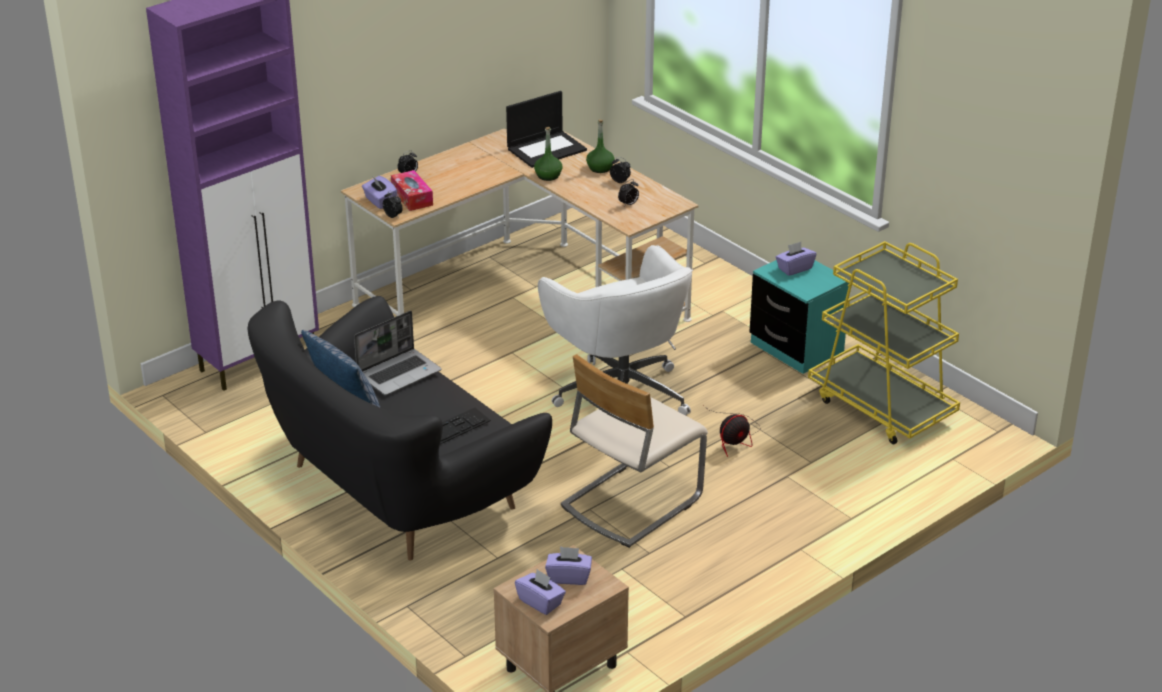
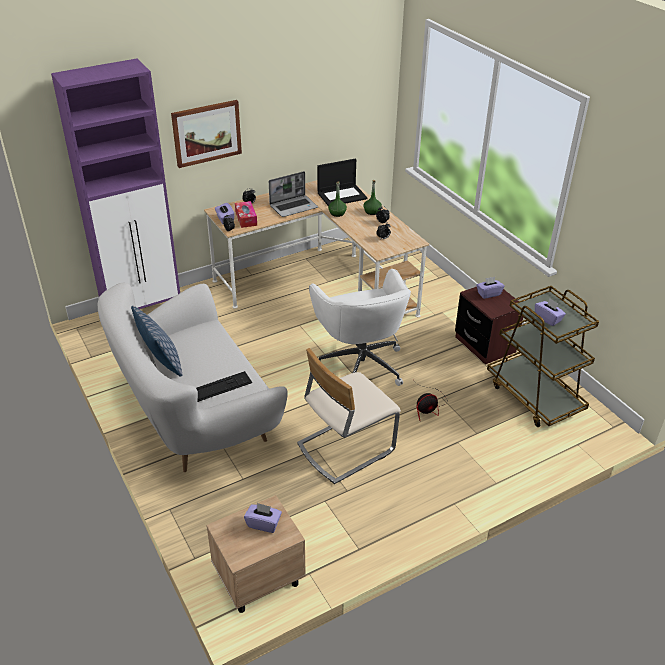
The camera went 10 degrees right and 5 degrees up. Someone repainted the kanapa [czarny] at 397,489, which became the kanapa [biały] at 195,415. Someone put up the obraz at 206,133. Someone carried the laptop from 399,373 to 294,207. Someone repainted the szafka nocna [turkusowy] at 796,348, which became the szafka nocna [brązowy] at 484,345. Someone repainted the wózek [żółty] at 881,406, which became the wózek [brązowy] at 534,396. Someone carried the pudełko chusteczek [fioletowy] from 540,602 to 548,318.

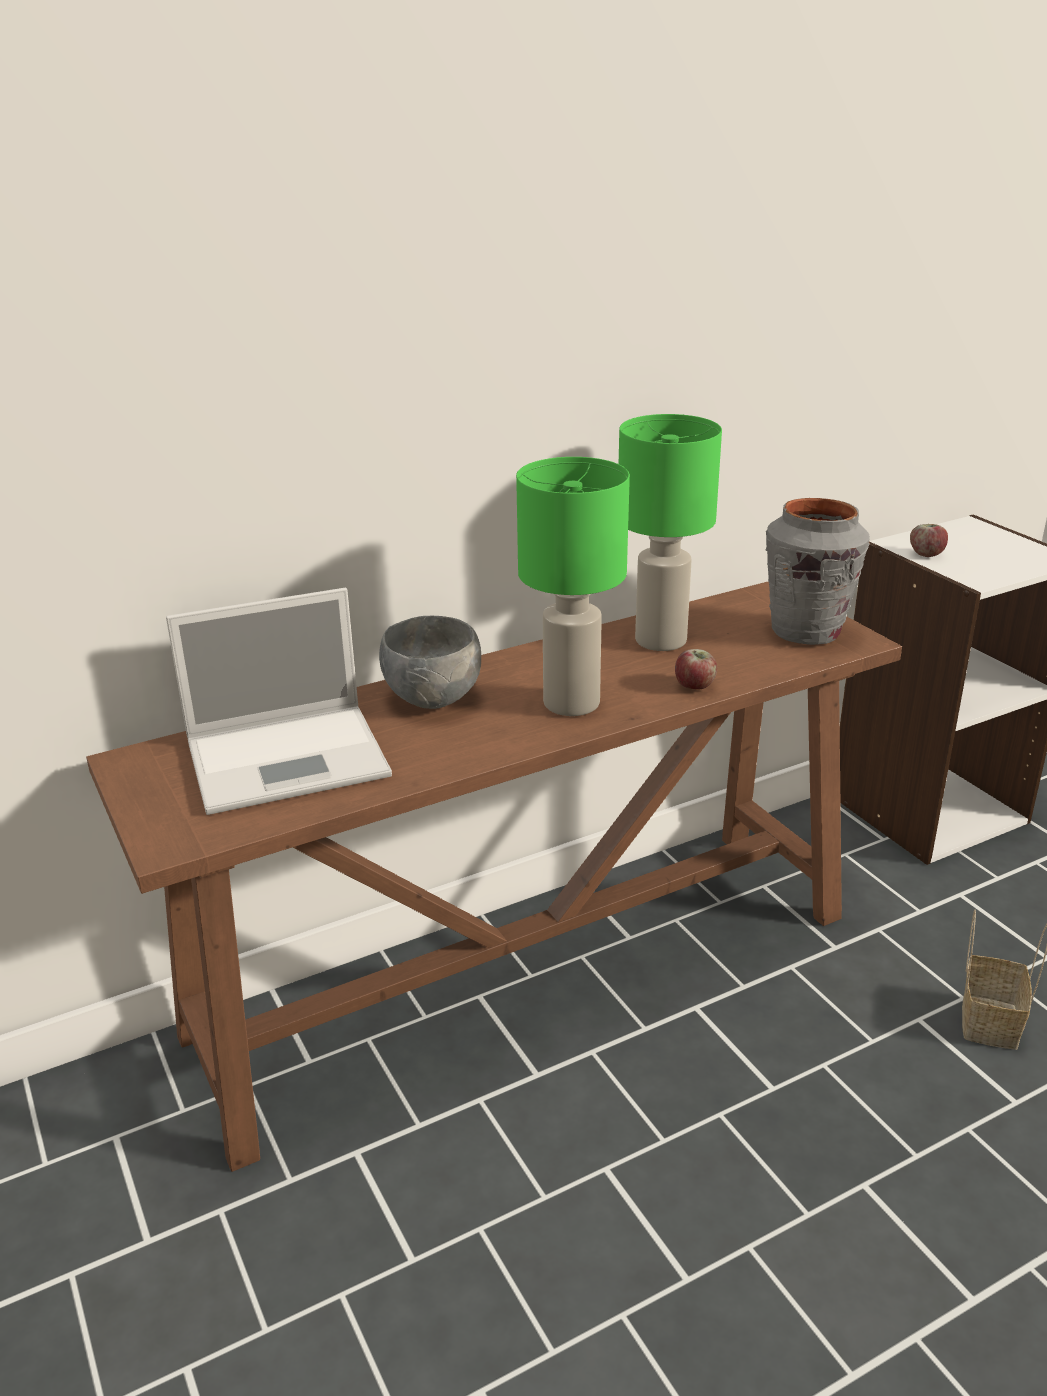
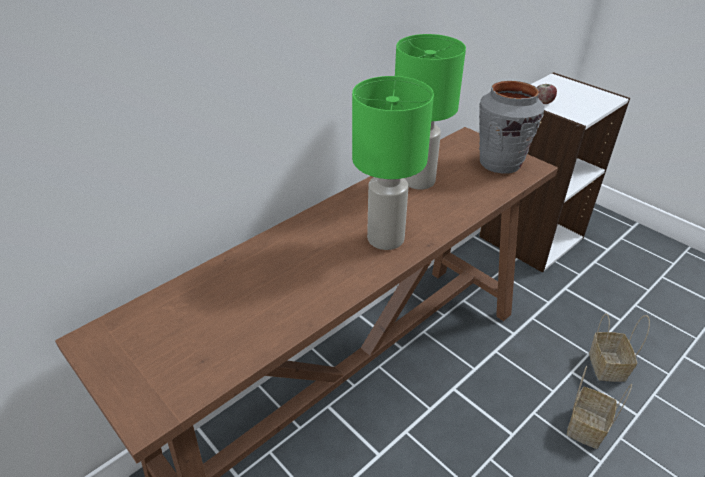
The camera went 15 degrees left and 10 degrees up. Someone put down the koszyk at 585,425. Someone took away the laptop at 291,757. Someone took away the miska [szary] at 433,698. Someone took away the jabłko at 695,686.

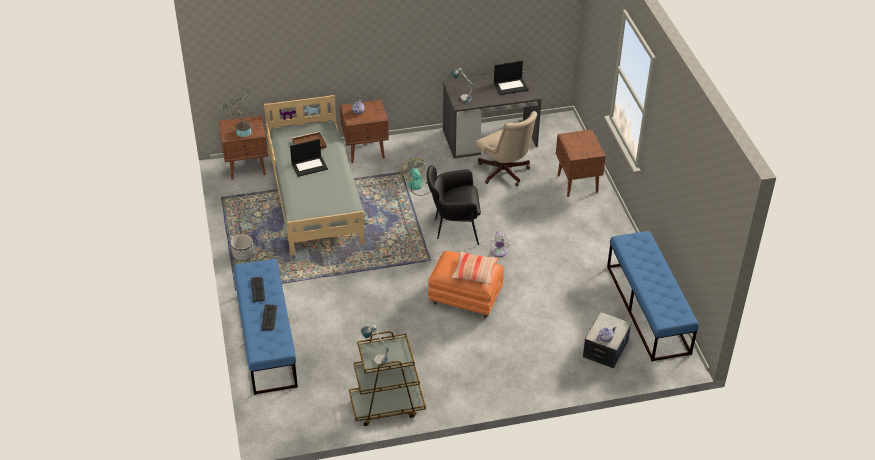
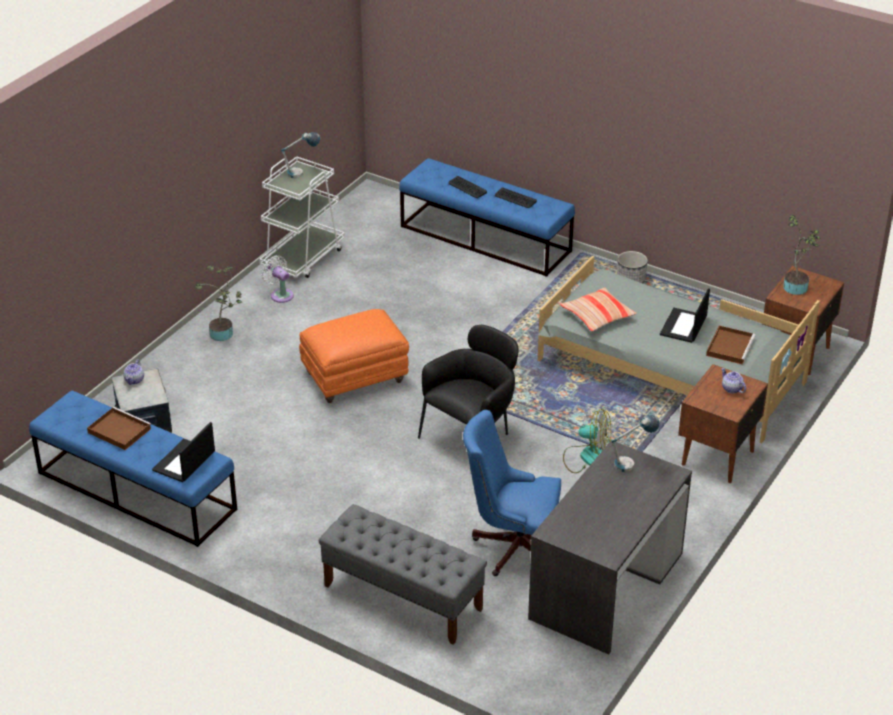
The camera went 135 degrees right and 5 degrees down. Someone put down the taca [brązowy] at 118,430. Someone carried the laptop from 511,86 to 184,462. Someone put down the roślina doniczkowa at 224,334. Someone repainted the wózek [brązowy] at 387,406, which became the wózek [biały] at 303,258. Someone carried the wentylator [biały] from 498,252 to 280,294. Someone swapped the szafka nocna [brązowy] at 577,184 for the ławka [szary] at 402,597. Someone repainted the krzesło biurowe [beżowy] at 505,173, which became the krzesło biurowe [niebieski] at 512,546. Someone carried the poduszka from 474,272 to 597,316.

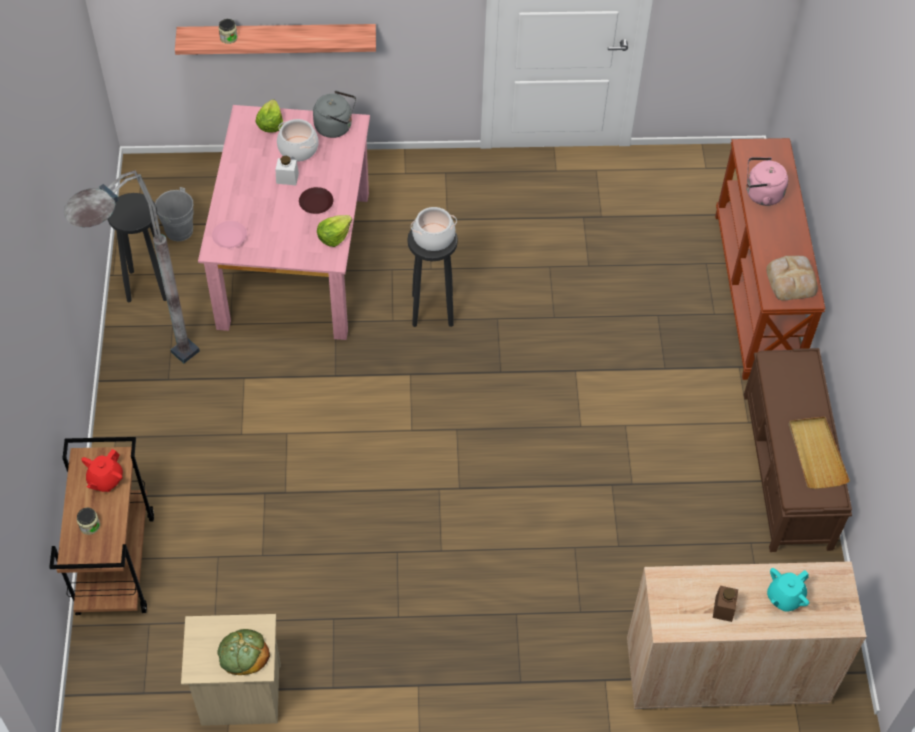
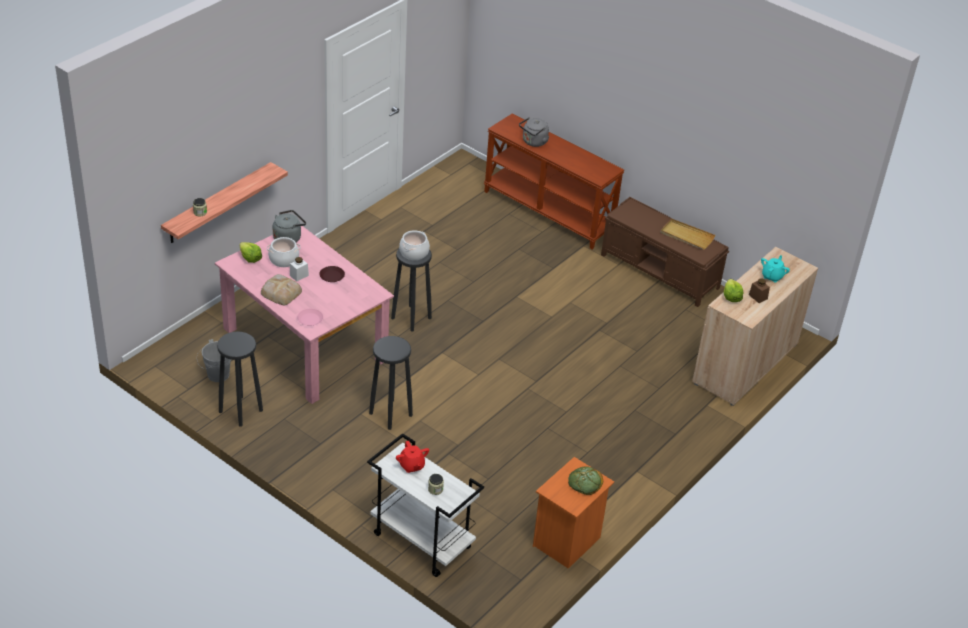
The camera went 50 degrees left and 15 degrees down. Someone carried the chleb from 791,280 to 281,292. Someone repainted the wózek [brązowy] at 115,563, which became the wózek [biały] at 420,541. Someone put down the stołek [czarny] at 390,414. Someone repainted the czajnik [różowy] at 761,194, which became the czajnik [szary] at 533,142. Someone repainted the szafka nocna [beżowy] at 240,697, which became the szafka nocna [pomarańczowy] at 568,542. Someone carried the sałata from 334,236 to 731,297. Someone rotated the imbryk [turkusowy] at 784,597 by 150 degrees counterclockwise. Someone took away the lampa stojąca [szary] at 152,377.

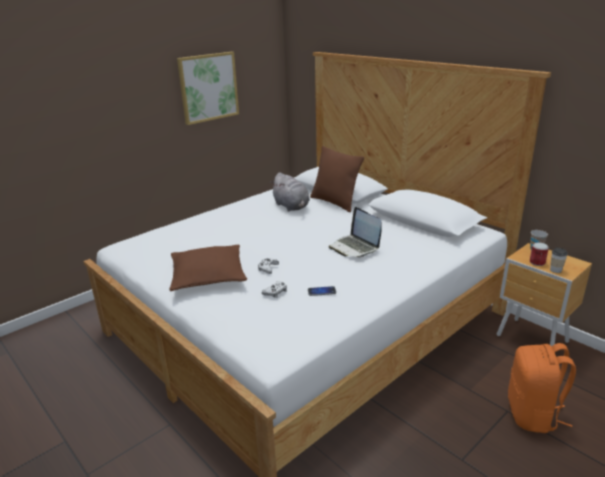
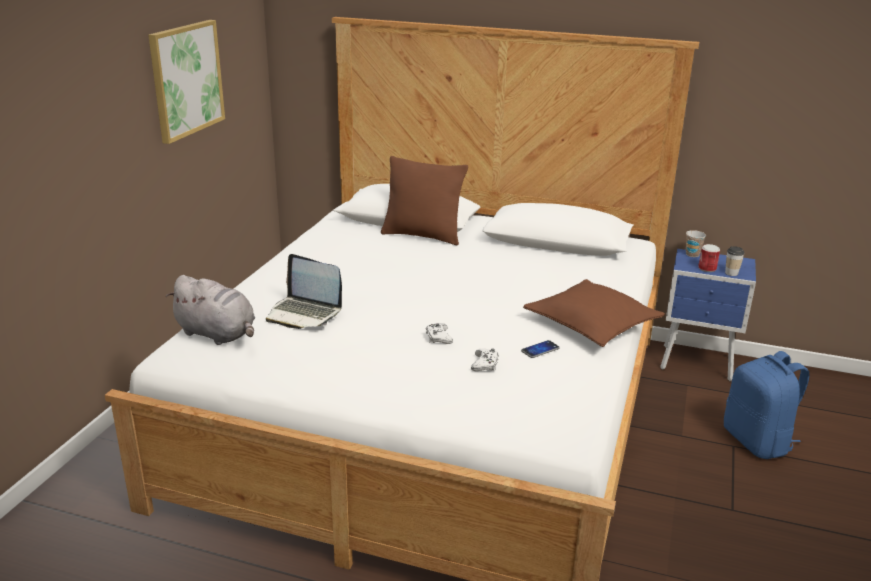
The camera went 30 degrees left and 0 degrees up. Someone carried the pluszak [szary] from 292,207 to 218,334. Someone carried the laptop from 355,247 to 304,313. Someone carried the poduszka [brązowy] from 208,276 to 591,324. Someone repainted the szafka nocna [brązowy] at 533,340, which became the szafka nocna [niebieski] at 698,364. Someone repainted the plecak [pomarańczowy] at 533,414, which became the plecak [niebieski] at 758,442.

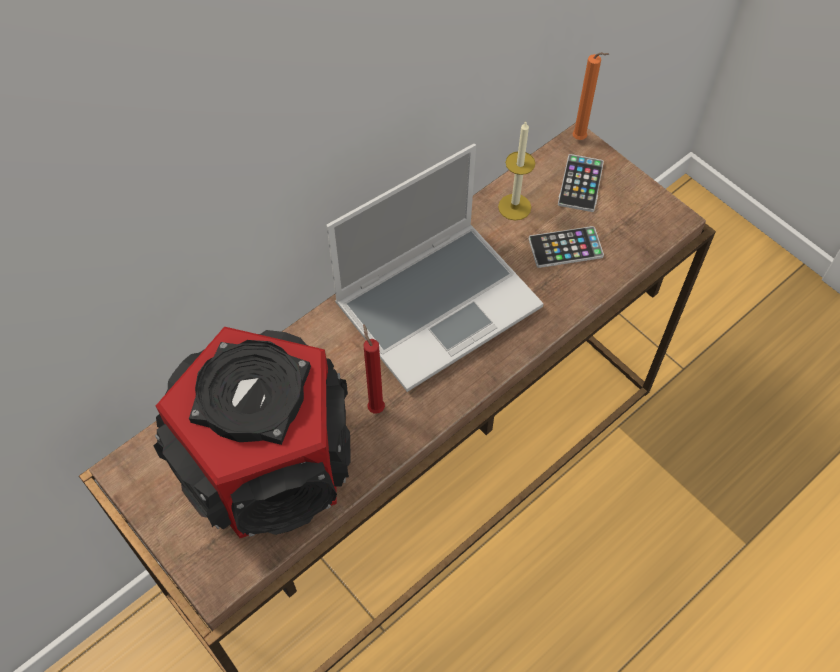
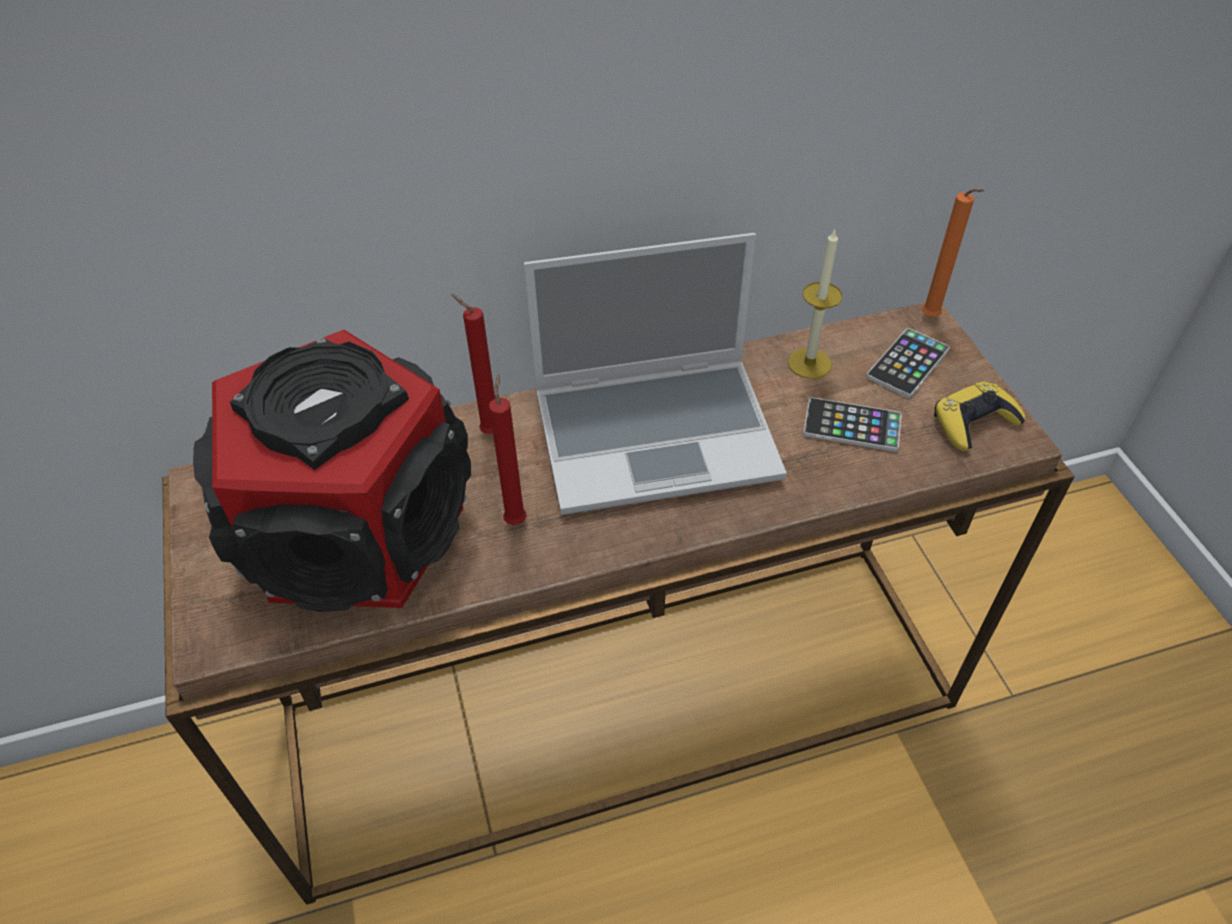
The camera went 25 degrees right and 10 degrees down. Someone put down the świeca [czerwony] at 487,431. Someone put down the pad do gier [żółty] at 974,422.

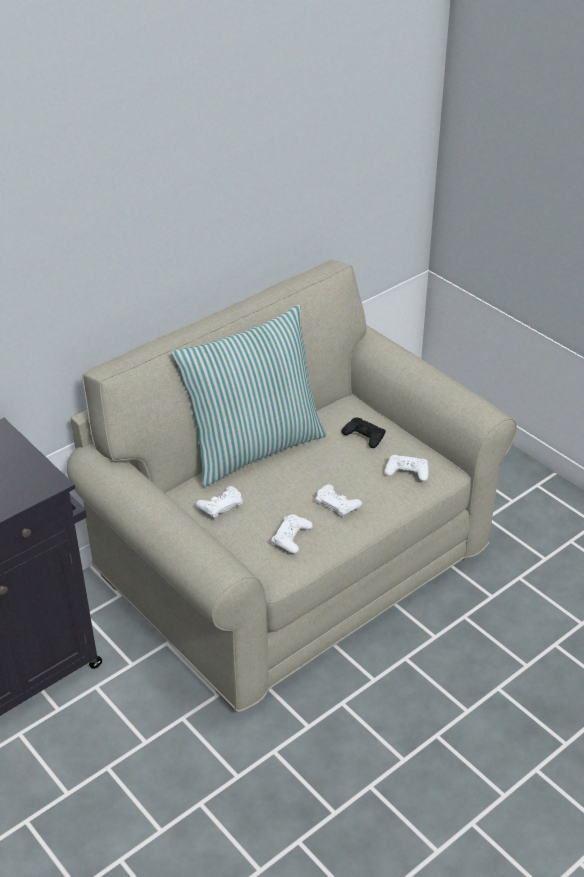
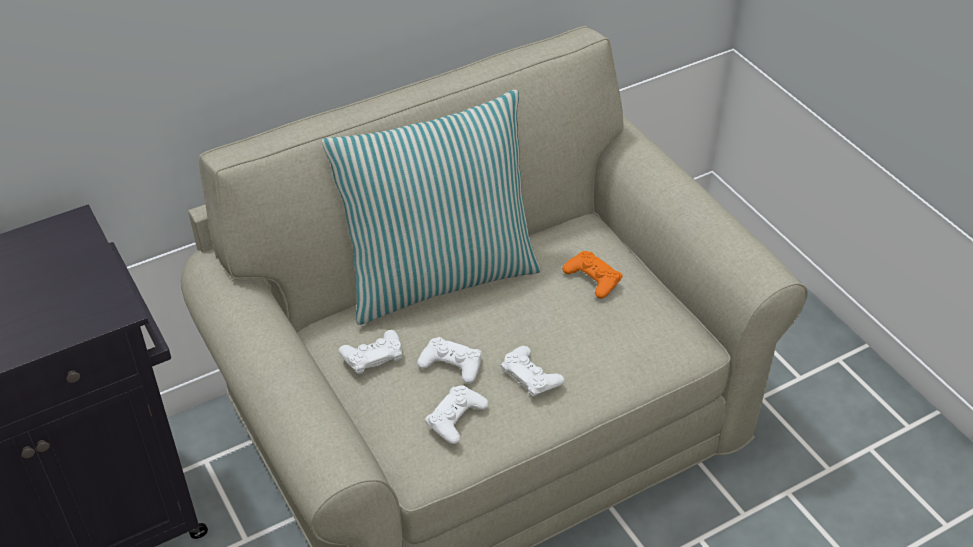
The camera went 10 degrees right and 5 degrees up. Someone carried the pad do gier [biały] from 407,471 to 451,364. Someone repainted the pad do gier [czarny] at 364,436, which became the pad do gier [pomarańczowy] at 592,278.

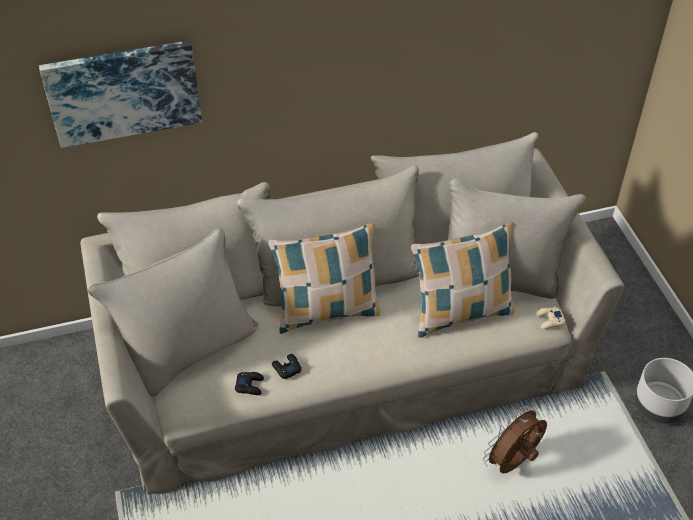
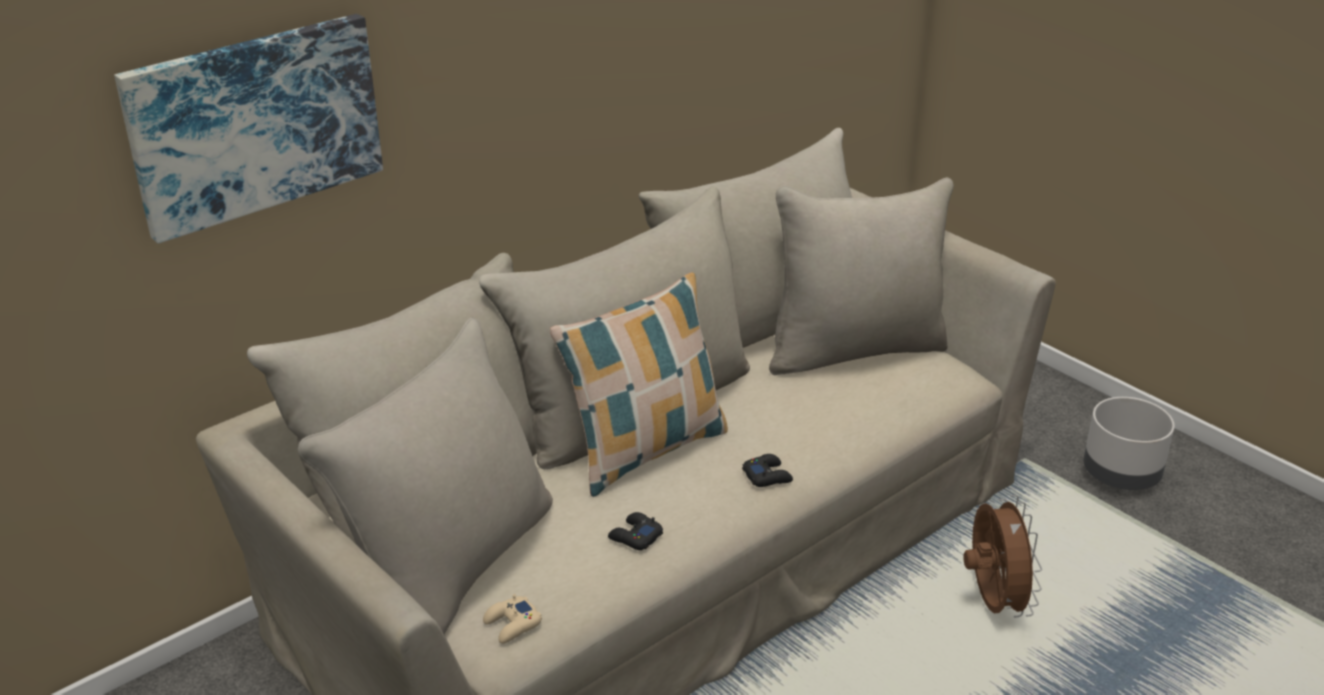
The camera went 25 degrees left and 15 degrees down. Someone carried the pad do gier [beżowy] from 550,320 to 512,625. Someone carried the pad do gier [czarny] from 250,385 to 767,476. Someone rotated the wentylator [brązowy] at 513,462 by 150 degrees clockwise. Someone took away the poduszka at 461,313.

